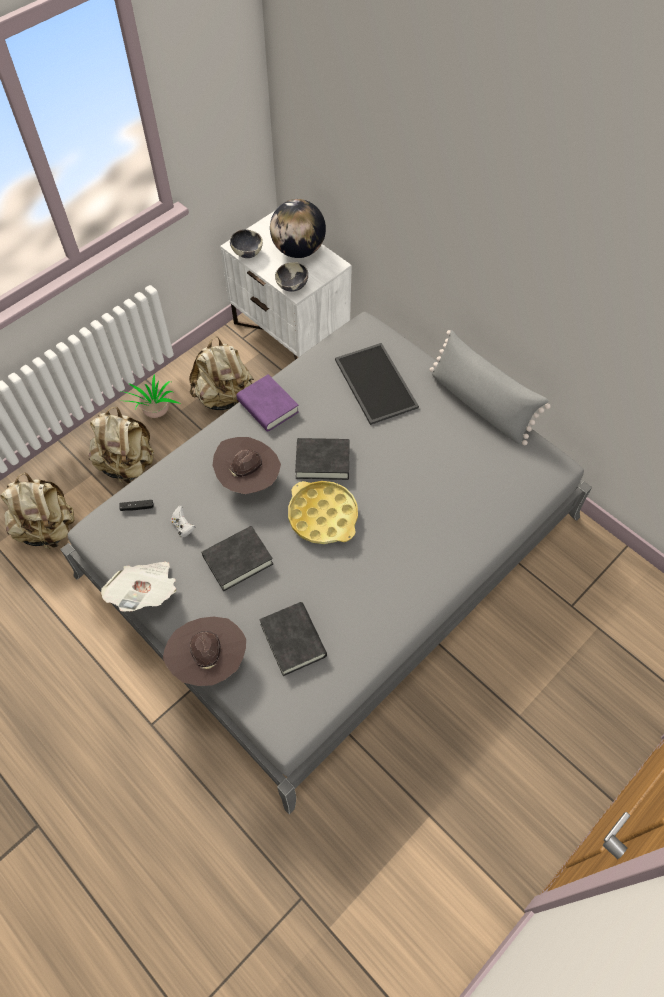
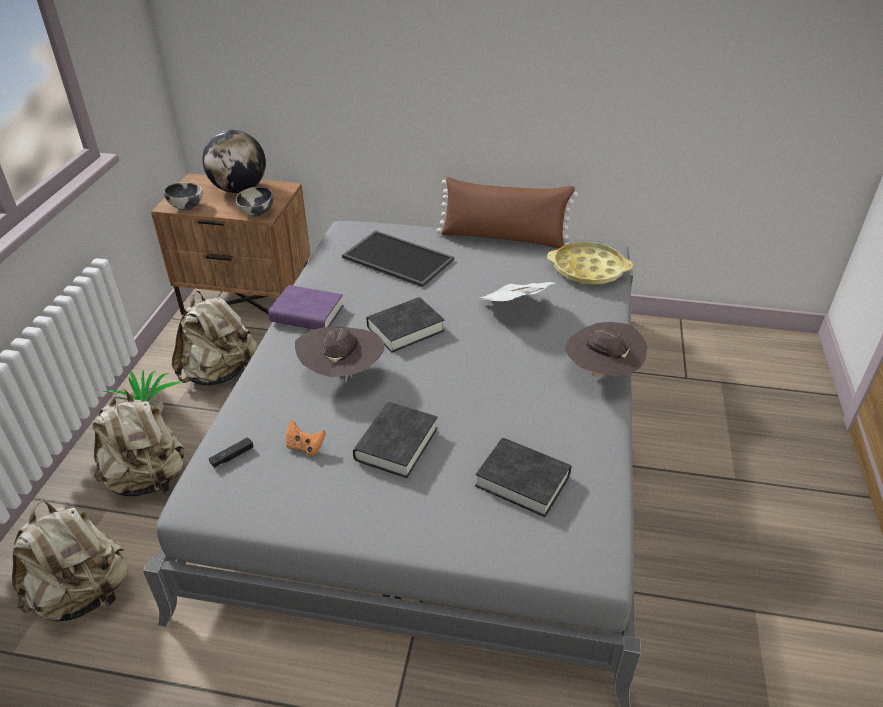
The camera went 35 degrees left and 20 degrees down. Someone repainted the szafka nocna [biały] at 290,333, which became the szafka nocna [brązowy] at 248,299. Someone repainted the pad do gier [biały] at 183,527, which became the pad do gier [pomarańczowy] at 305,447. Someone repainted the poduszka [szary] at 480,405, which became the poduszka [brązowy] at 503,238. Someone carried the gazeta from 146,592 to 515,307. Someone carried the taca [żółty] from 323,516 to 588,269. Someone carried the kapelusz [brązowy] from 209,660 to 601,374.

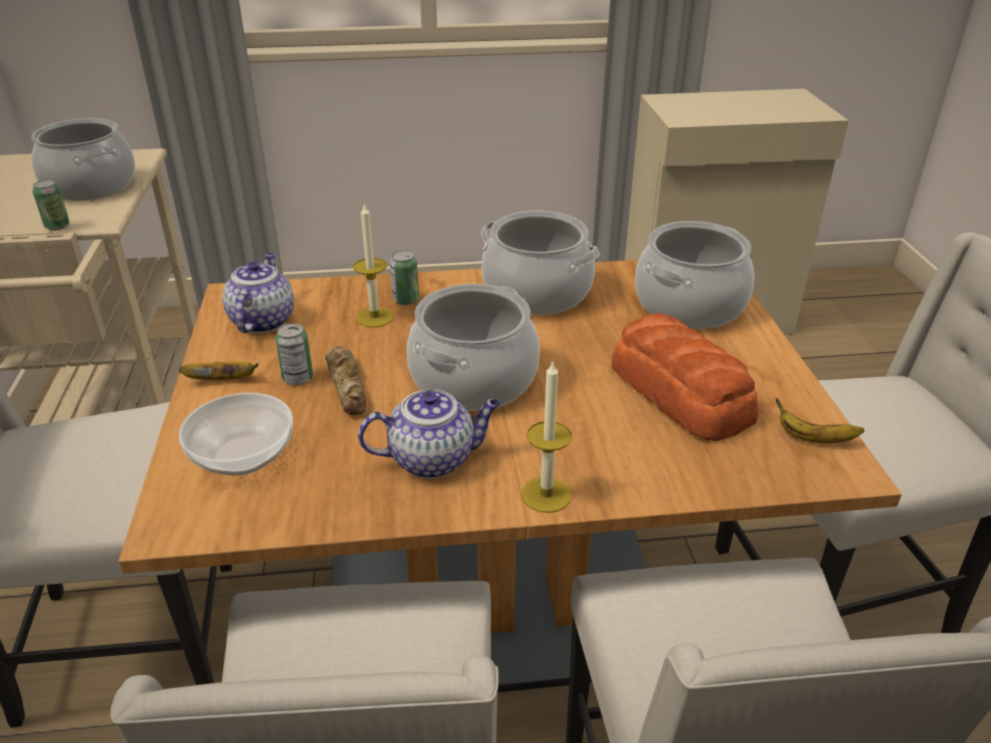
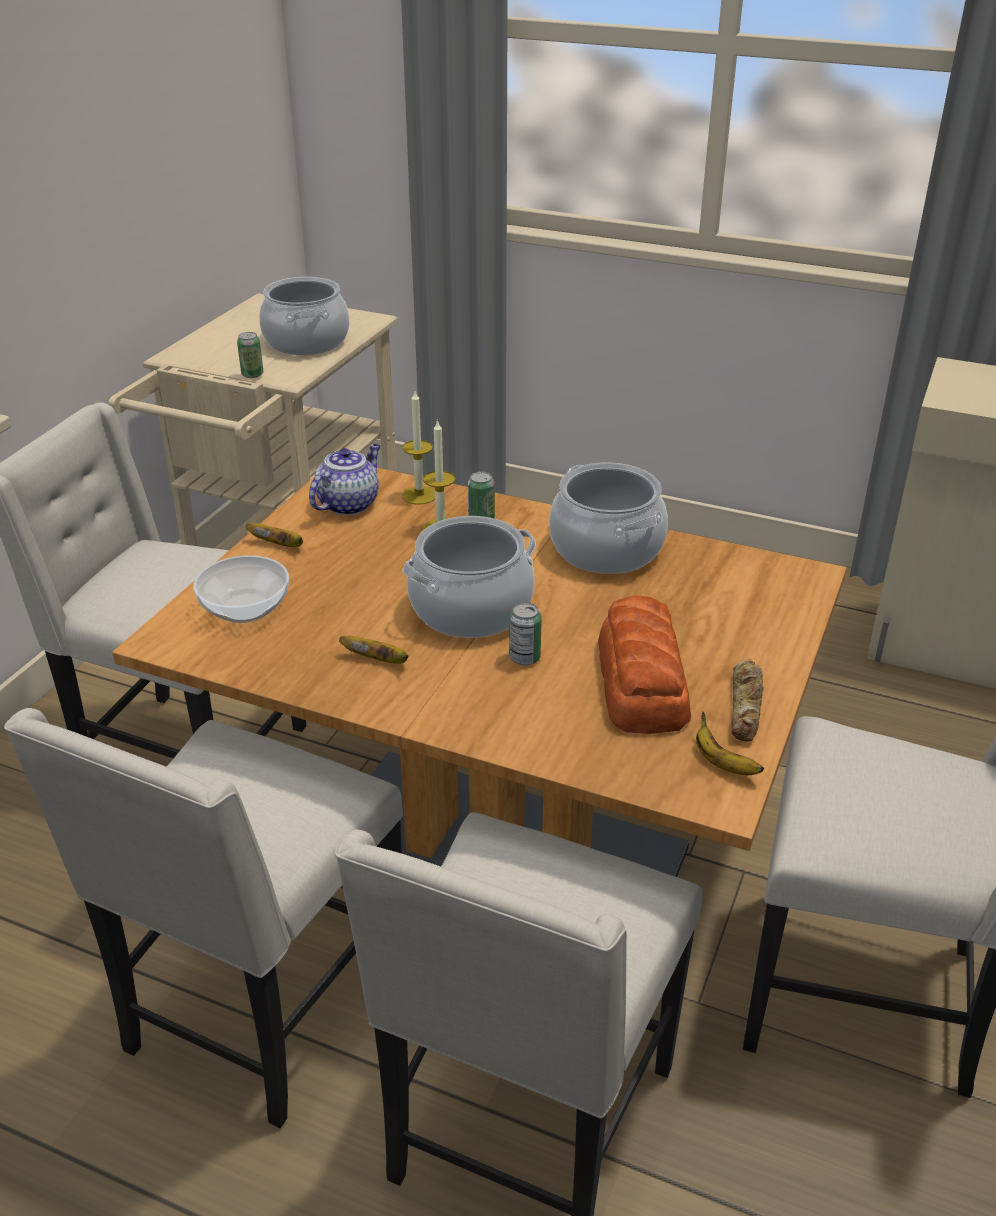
The camera went 30 degrees right and 0 degrees up. Someone swapped the imbryk at 433,459 for the banan at 378,660. Someone carried the świeca from 546,495 to 419,495. Someone carried the puszka from 298,378 to 524,658. Someone carried the chleb from 348,385 to 746,706. Someone took away the garnek at 690,305.

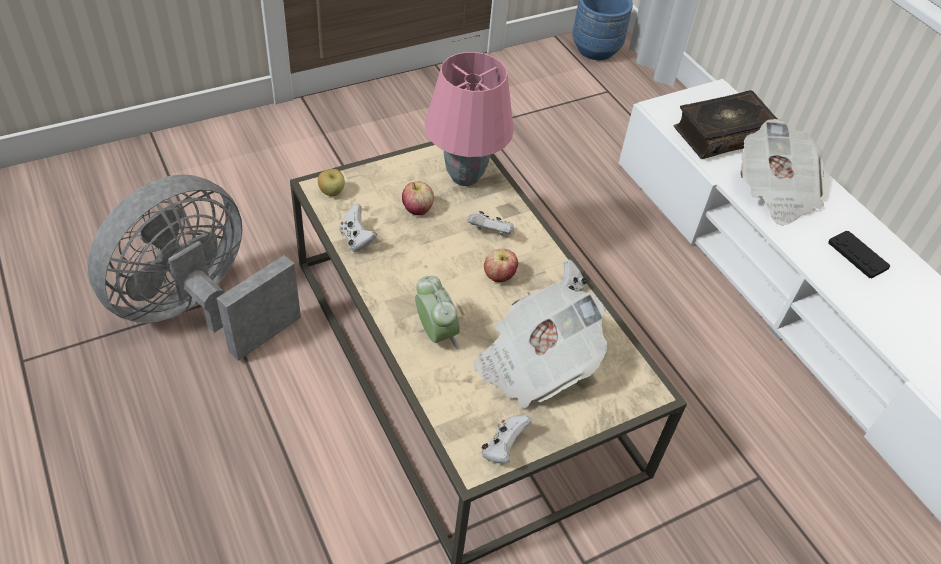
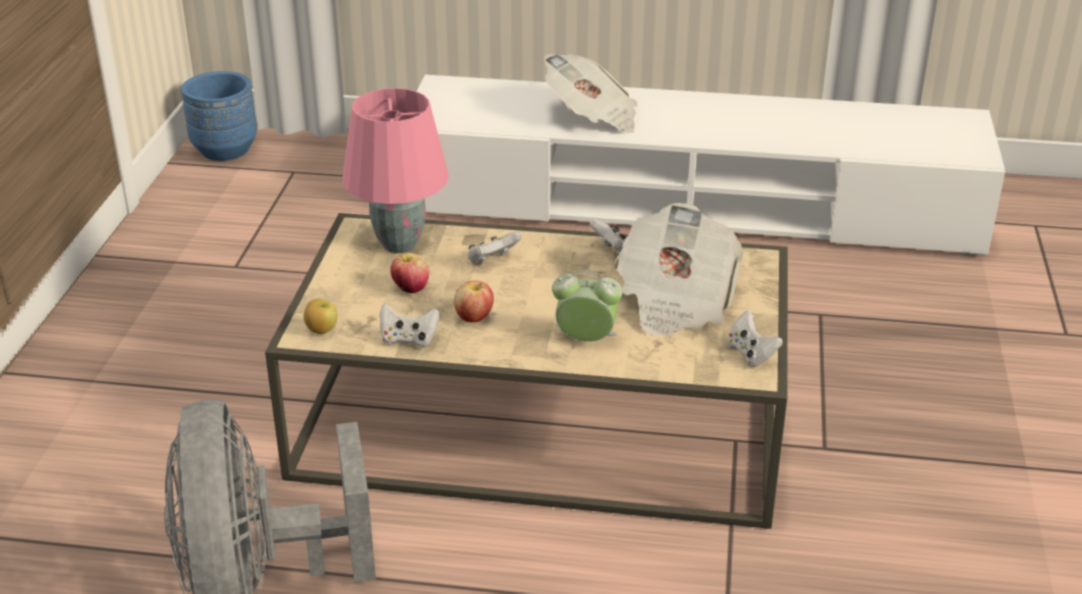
The camera went 50 degrees left and 15 degrees down. Someone carried the jabłko from 499,276 to 474,318. Someone took away the książka at 722,134. Someone took away the pad do gier [czarny] at 857,255.

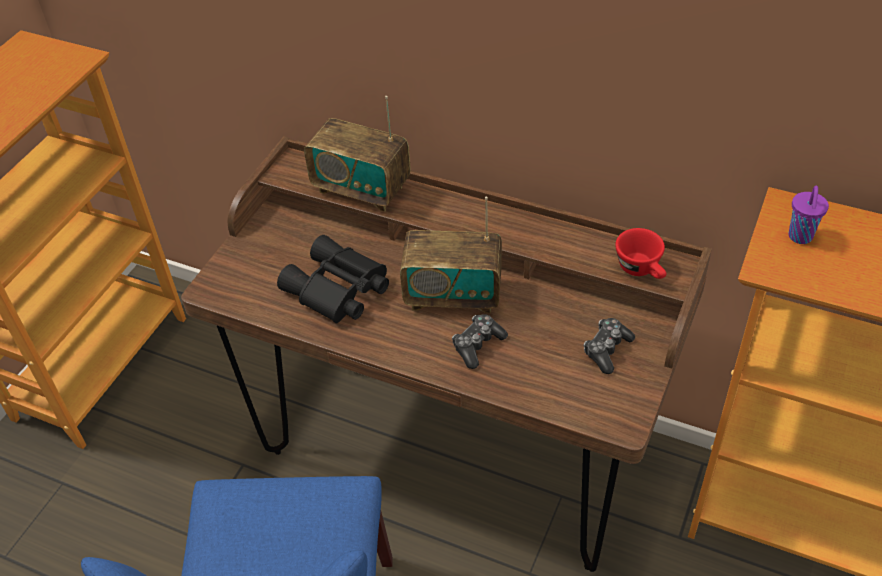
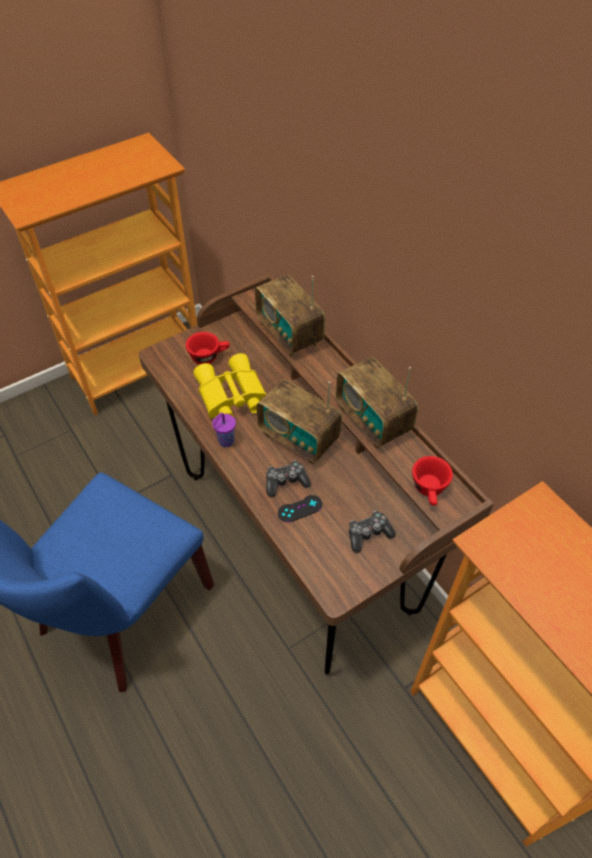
The camera went 30 degrees right and 5 degrees up. Someone put down the filiżanka [czerwony] at 209,356. Someone repainted the lornetka [czarny] at 337,291, which became the lornetka [żółty] at 230,396. Someone carried the filiżanka [fioletowy] from 800,237 to 225,442. Someone put down the pad do gier [czarny] at 300,509. Someone put down the radio at 373,420.

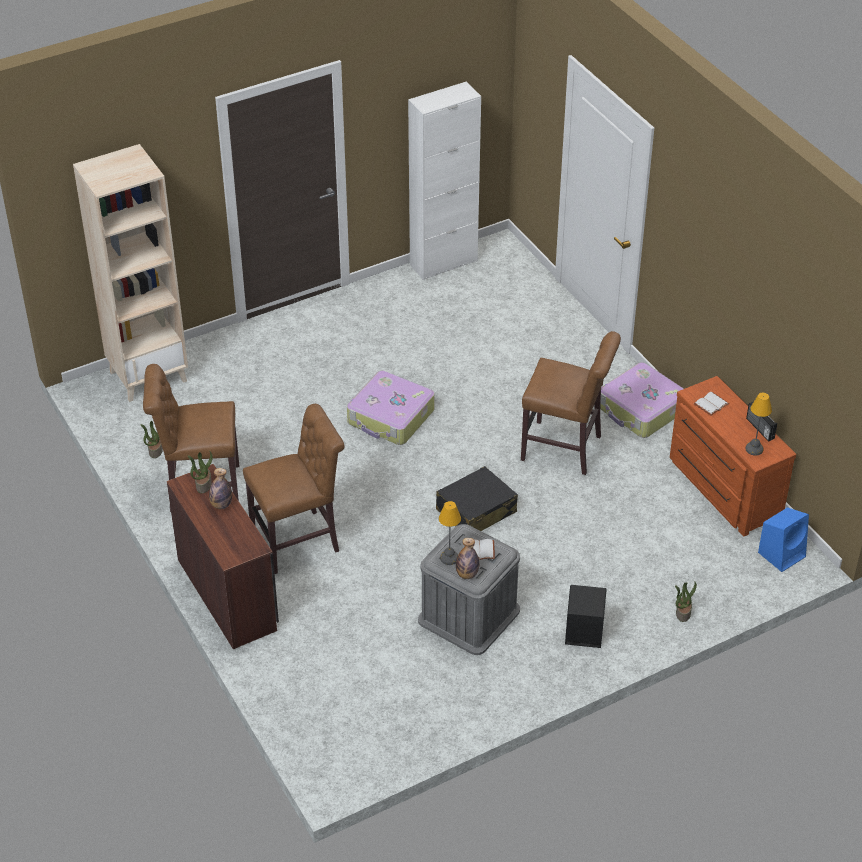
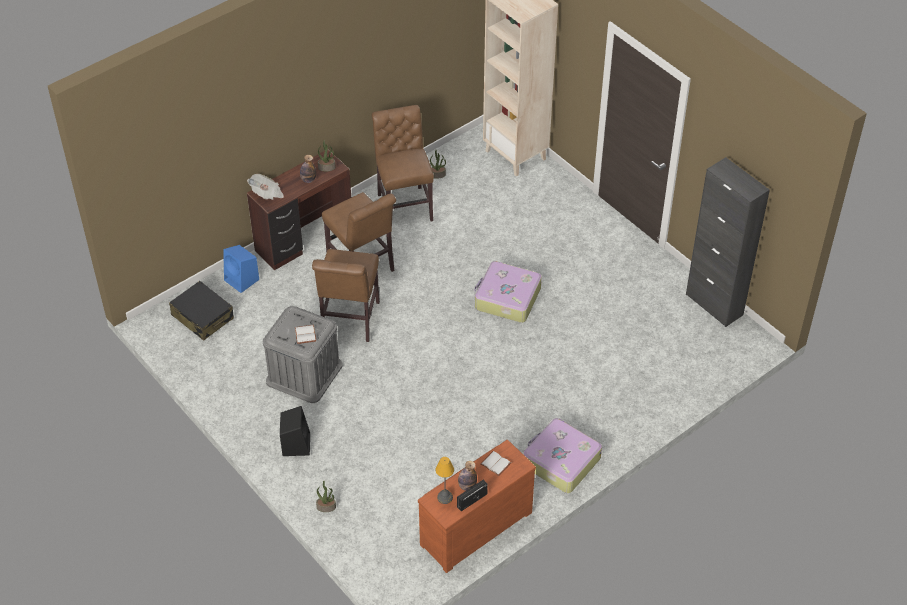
The camera went 80 degrees right and 5 degrees up. Someone carried the walizka [czarny] from 475,511 to 202,317. Someone carried the głośnik [niebieski] from 782,554 to 242,280. Someone put down the gazeta at 267,194. Someone carried the krzesło [brązowy] from 565,449 to 349,322. Someone carried the butelka from 467,574 to 467,486. Someone repainted the szafka [biały] at 443,263, which became the szafka [czarny] at 714,304. Someone took away the lampa stołowa at 448,557.

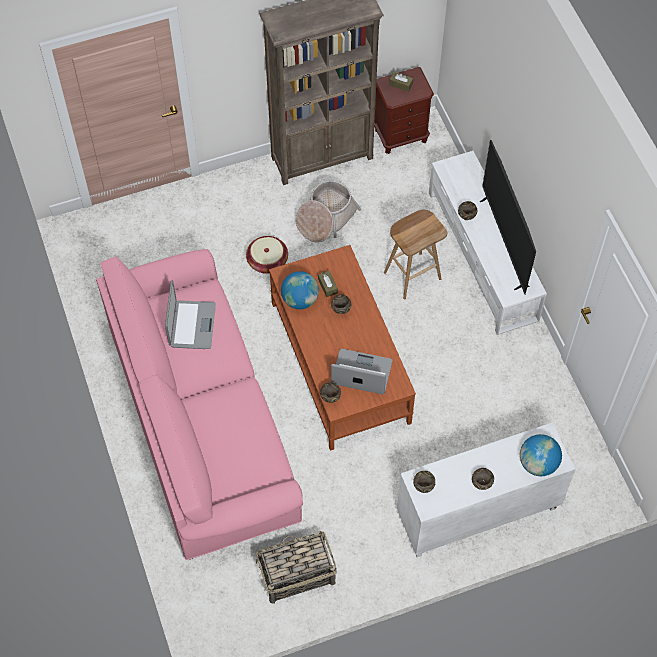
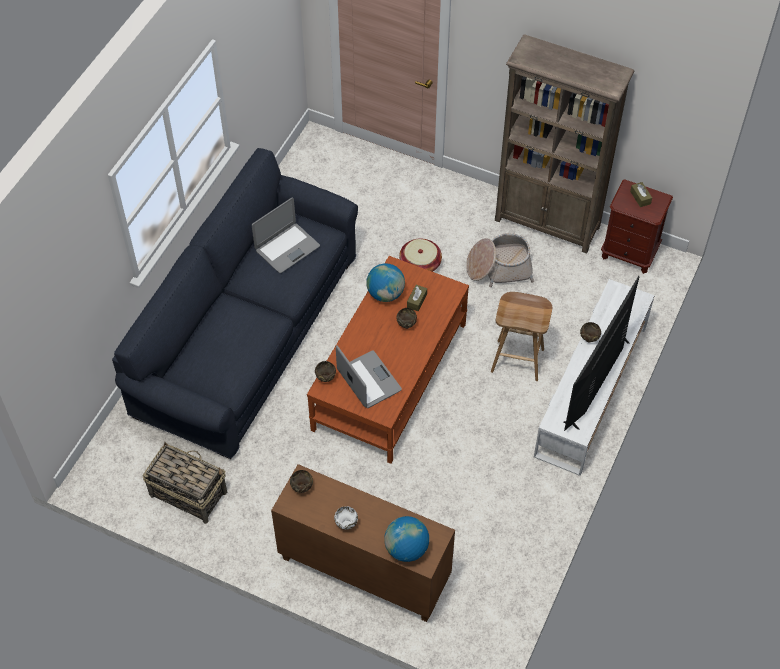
The camera went 45 degrees right and 5 degrees down. Someone repainted the kanapa [różowy] at 203,422, which became the kanapa [niebieski] at 247,335. Someone repainted the szafka [biały] at 477,514, which became the szafka [brązowy] at 363,570. Someone repainted the miska [brązowy] at 481,484, which became the miska [biały] at 346,524.

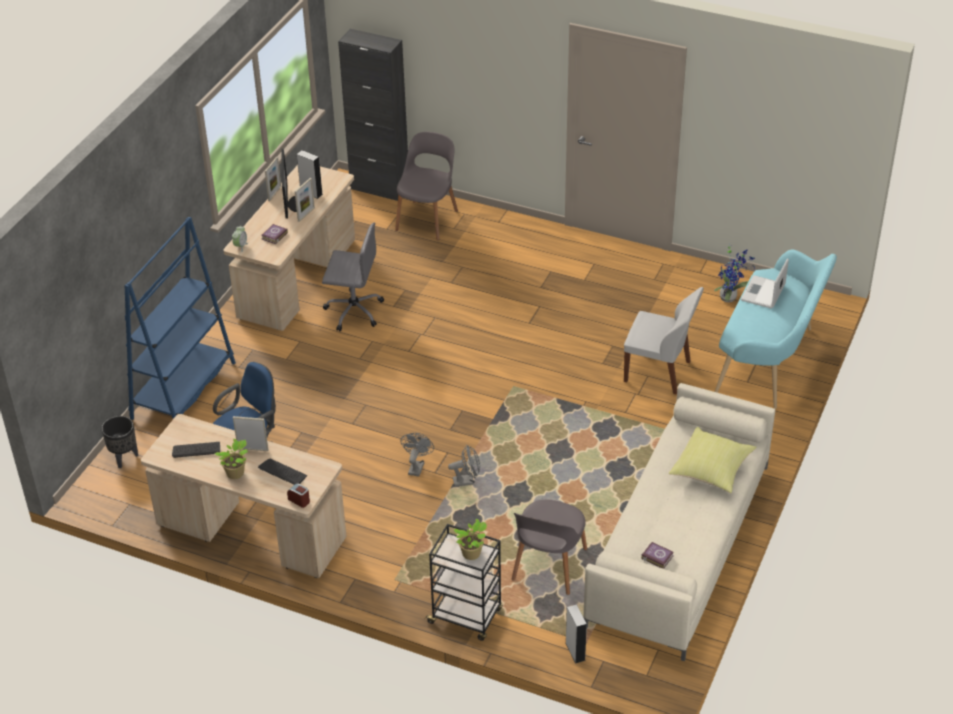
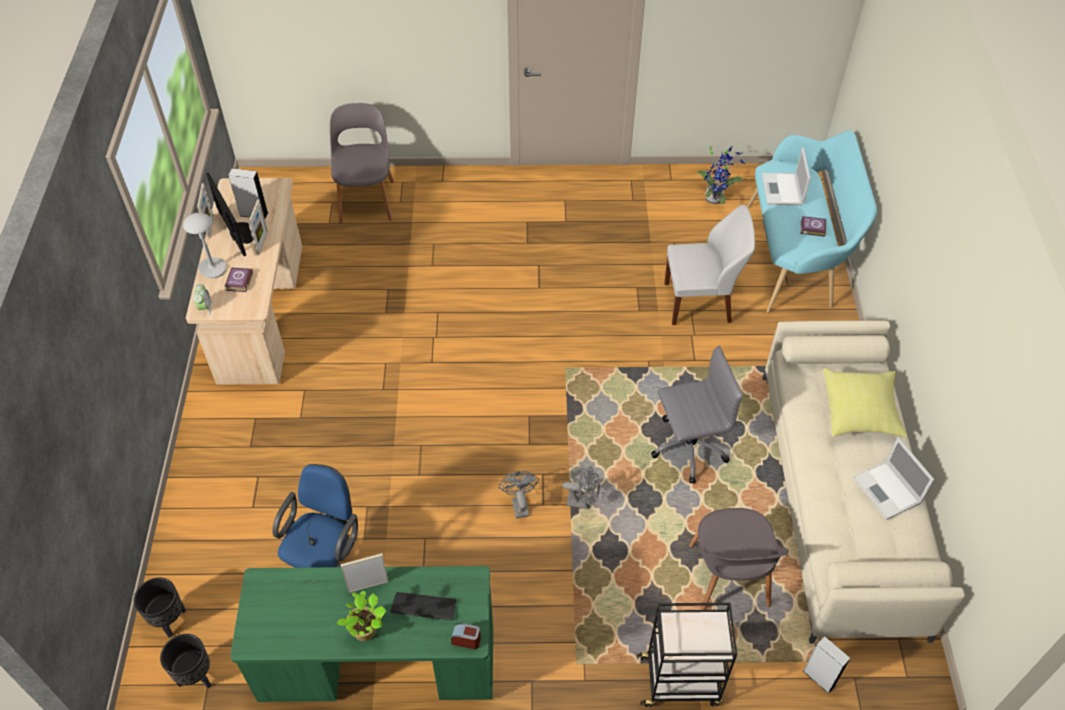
The camera went 25 degrees left and 10 degrees up. Someone put down the donica [czarny] at 196,677. Someone put down the lampa stołowa [szary] at 212,269. Someone repainted the biurko [beżowy] at 251,532, which became the biurko [zielony] at 378,666. Someone rotated the wentylator [szary] at 467,481 by 45 degrees clockwise. Someone carried the krzesło biurowe [szary] from 353,311 to 687,448. Someone carried the książka from 657,556 to 812,228. Someone put down the laptop at 888,491. Someone took away the regał [niebieski] at 184,390. Someone took away the klawiatura at 196,450. Someone took away the szafka [czarny] at 380,188. Someone took away the roślina doniczkowa at 472,554.

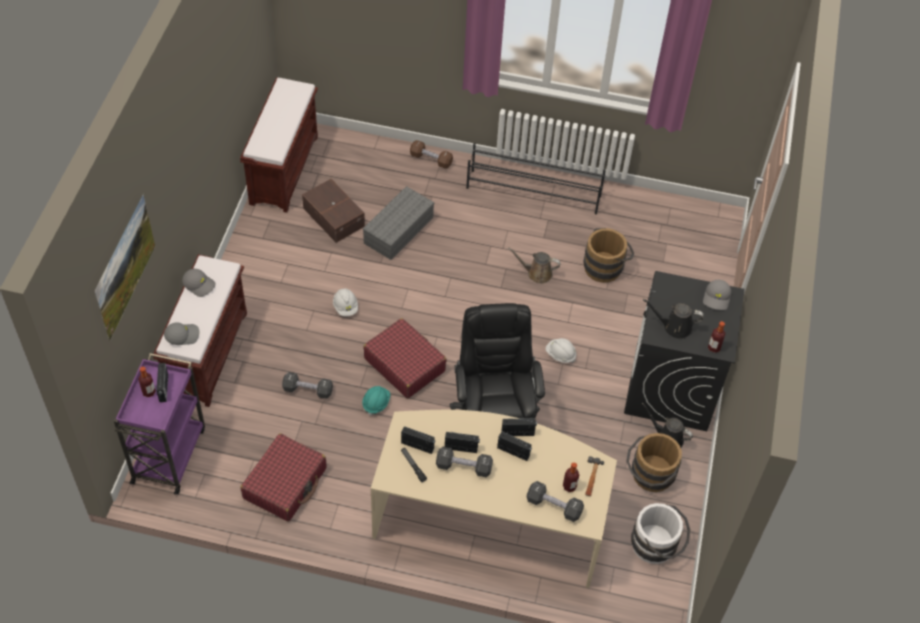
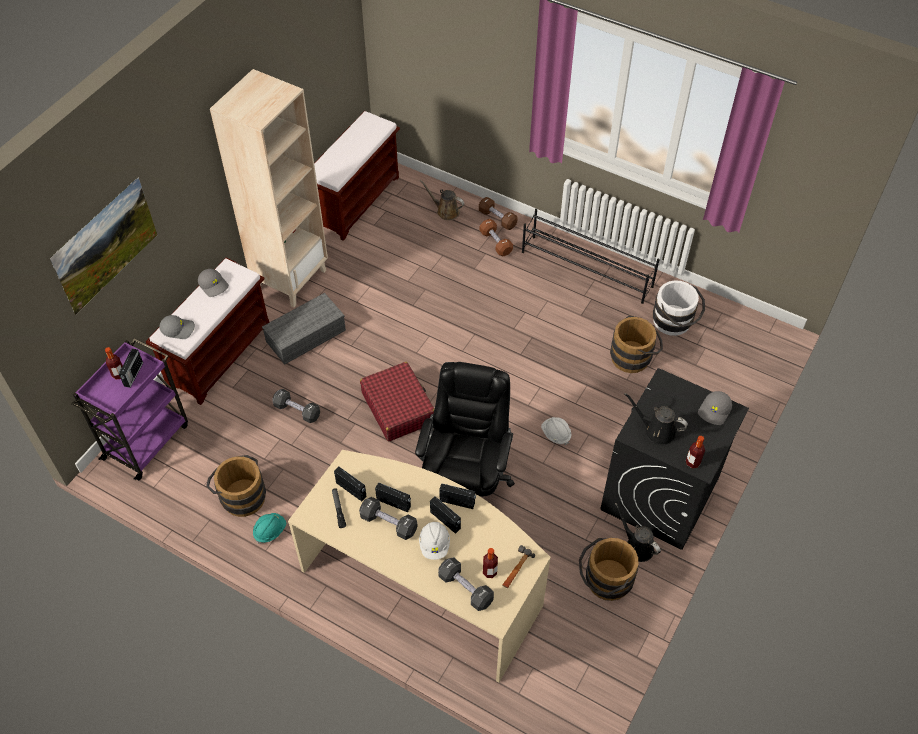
The camera went 20 degrees right and 0 degrees up. Someone swapped the walizka [czerwony] at 285,483 for the wiadro [brązowy] at 241,495. Someone put down the regał [beżowy] at 291,279. Someone carried the kask [turkusowy] from 376,403 to 270,531. Someone carried the pojemnik do przechowywania [szary] from 398,229 to 306,335. Someone carried the konewka [brązowy] from 537,273 to 445,211. Someone carried the kask [biały] from 345,307 to 434,544. Someone put down the hantel [brązowy] at 495,243. Someone carried the wiadro [biały] from 657,546 to 675,323. Someone took away the pojemnik do przechowywania [brązowy] at 334,216.

